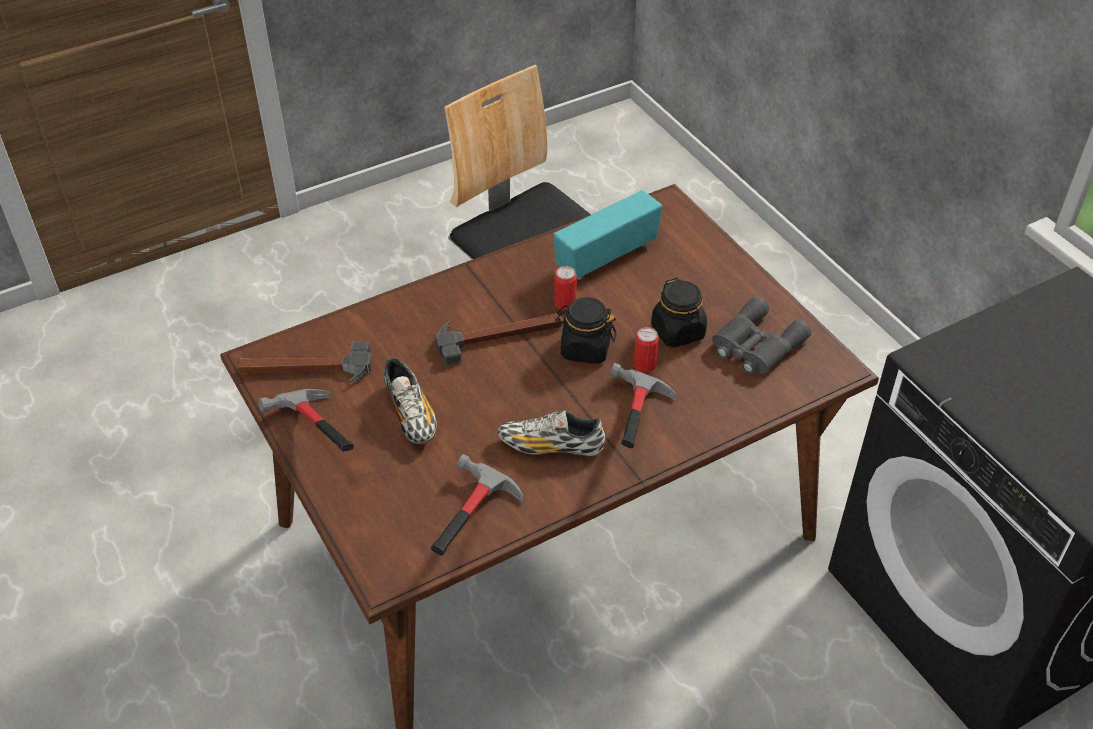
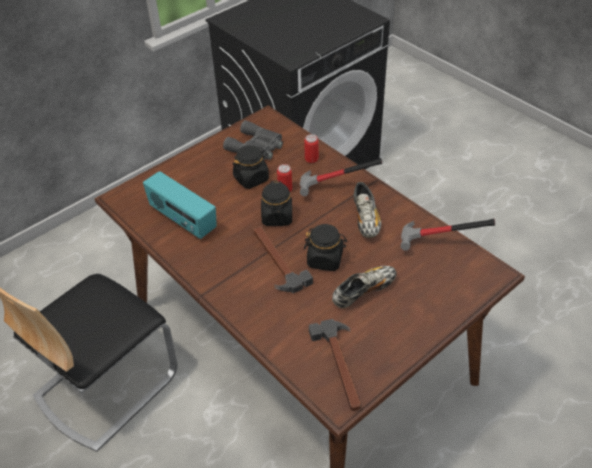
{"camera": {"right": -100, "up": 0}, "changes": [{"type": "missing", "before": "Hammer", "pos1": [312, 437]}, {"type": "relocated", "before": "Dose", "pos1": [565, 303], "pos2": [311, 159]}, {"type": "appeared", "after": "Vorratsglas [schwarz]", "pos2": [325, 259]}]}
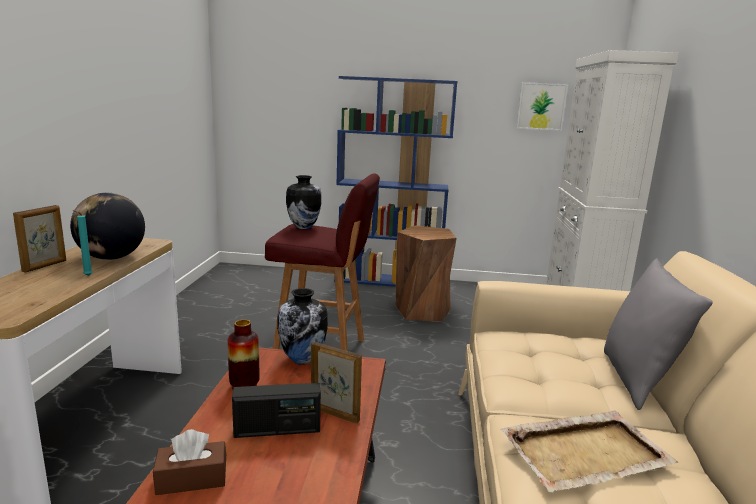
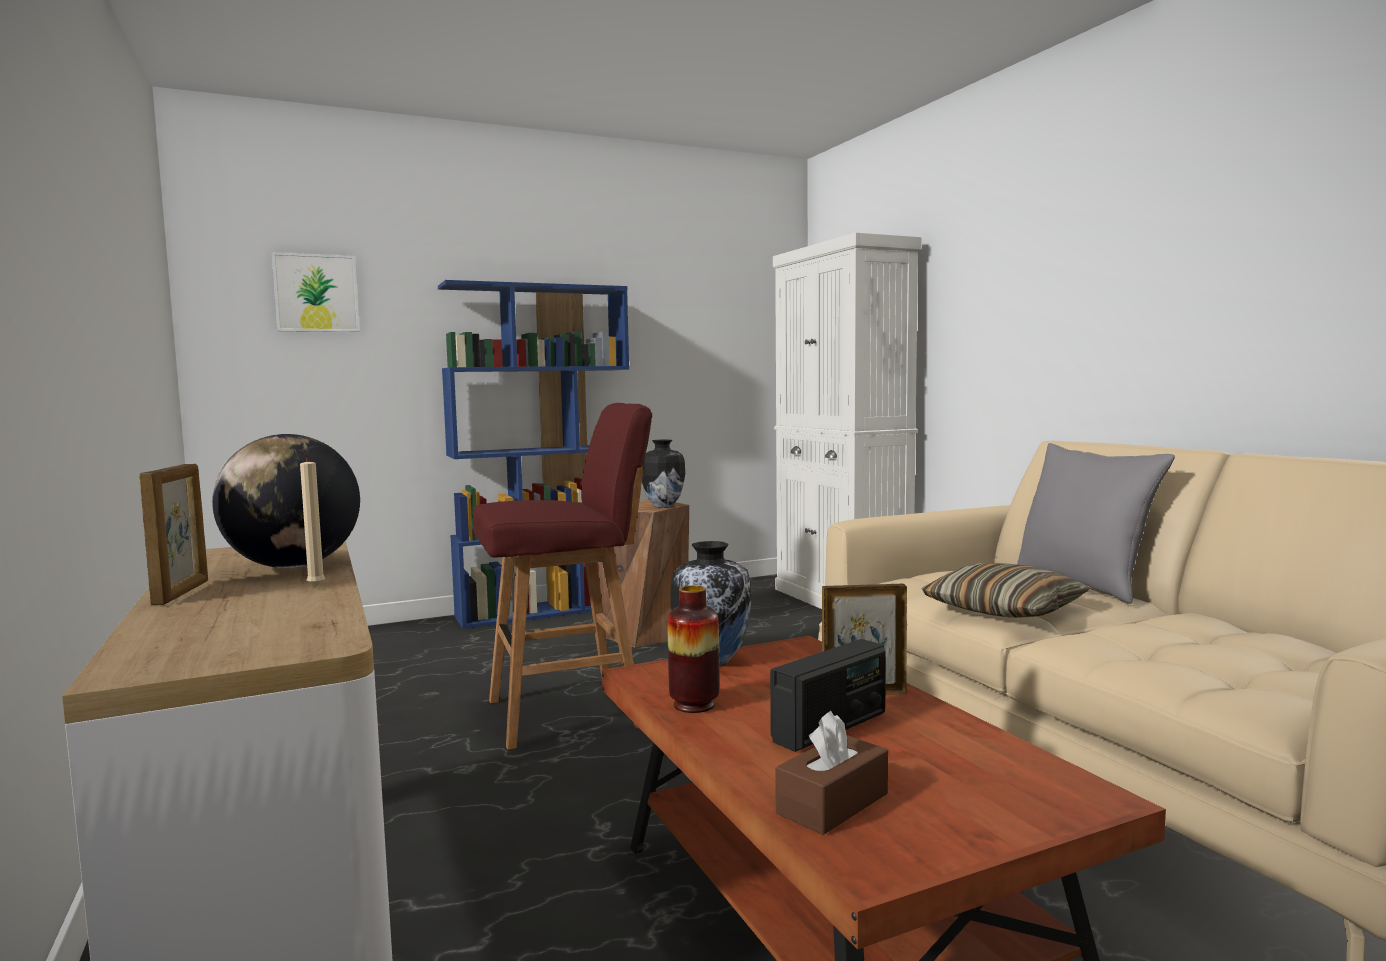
{"camera": {"right": -30, "up": -10}, "changes": [{"type": "colour", "before": "Kerze [türkis]", "after": "Kerze [beige]", "pos1": [86, 276], "pos2": [314, 587]}, {"type": "relocated", "before": "Vase", "pos1": [303, 227], "pos2": [663, 506]}, {"type": "missing", "before": "Tablett [beige]", "pos1": [586, 452]}, {"type": "relocated", "before": "Bild", "pos1": [541, 106], "pos2": [316, 293]}, {"type": "appeared", "after": "Kissen", "pos2": [1004, 610]}]}
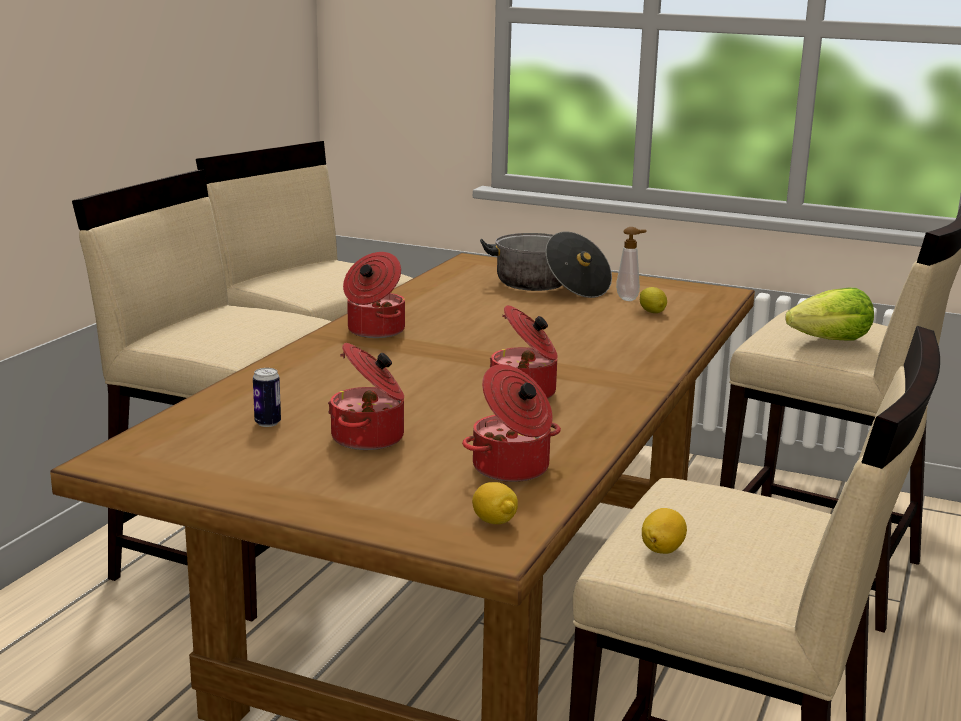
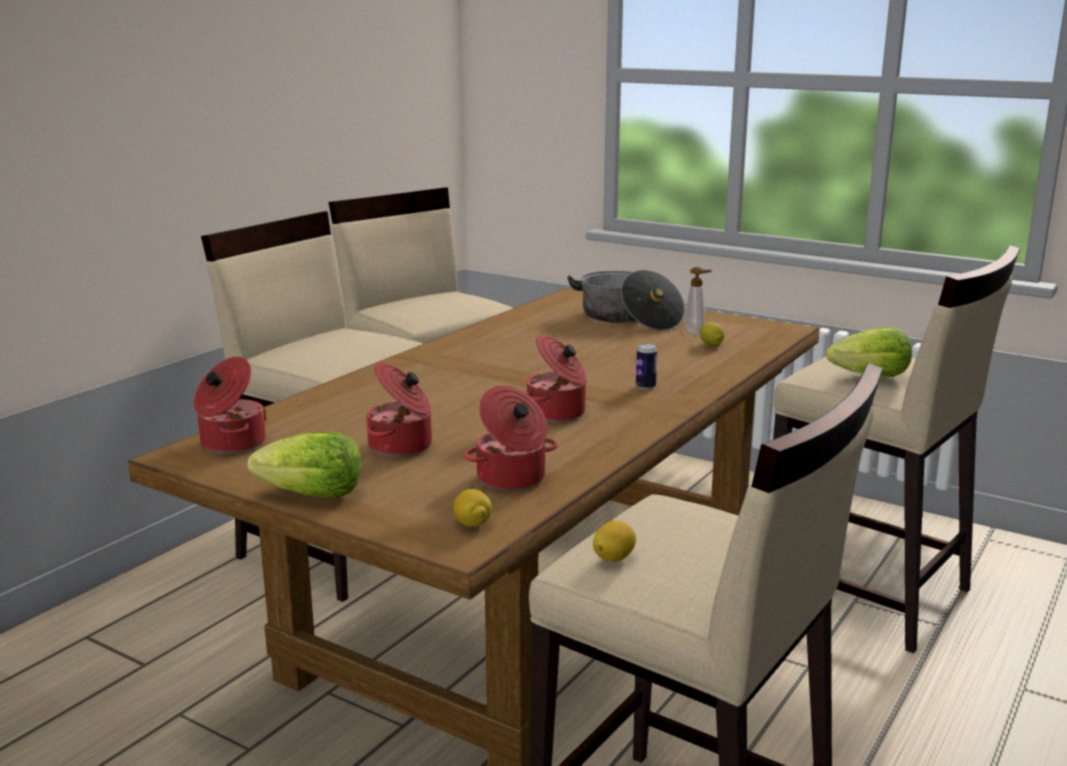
{"camera": {"right": 10, "up": 0}, "changes": [{"type": "relocated", "before": "Dose", "pos1": [267, 423], "pos2": [645, 387]}, {"type": "relocated", "before": "Kochtopf", "pos1": [374, 331], "pos2": [231, 443]}, {"type": "appeared", "after": "Salatkopf", "pos2": [313, 496]}]}
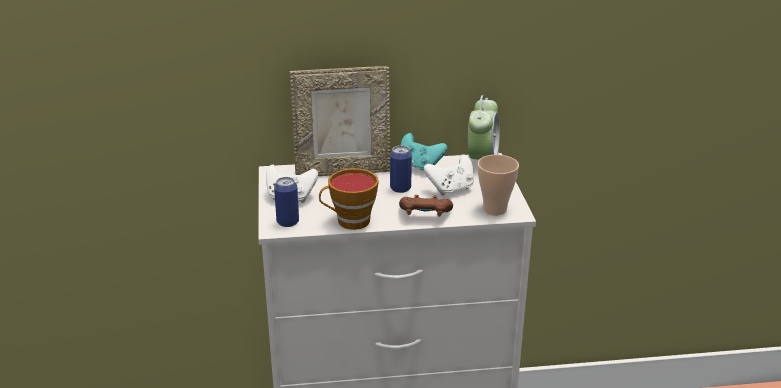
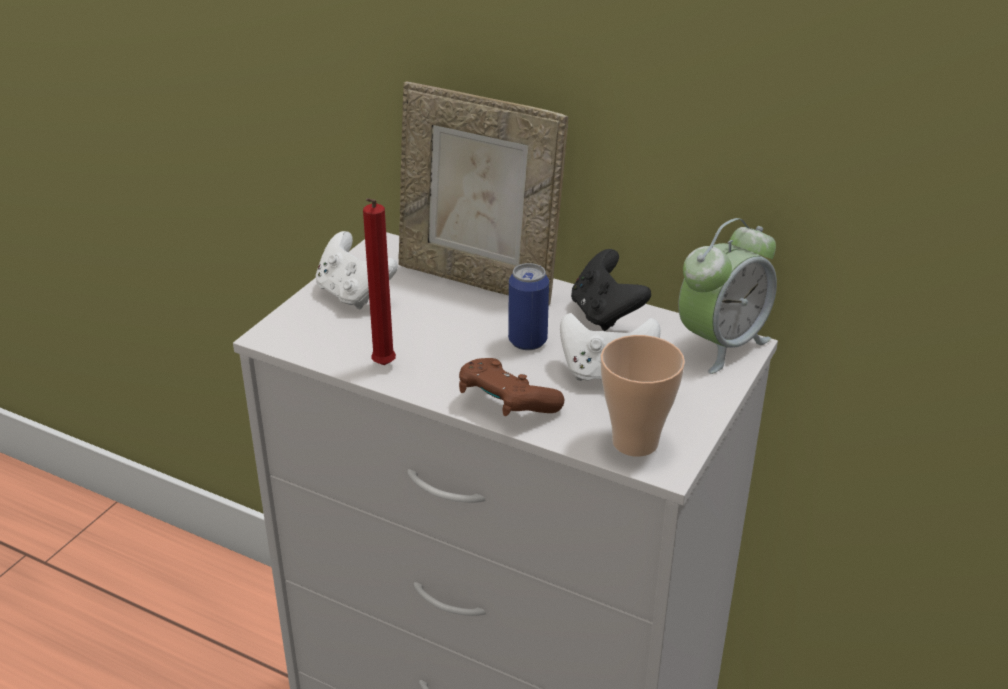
{"camera": {"right": 35, "up": 5}, "changes": [{"type": "missing", "before": "Dose", "pos1": [287, 222]}, {"type": "exchanged", "before": "Tasse", "after": "Kerze [rot]", "pos1": [349, 222], "pos2": [382, 367]}, {"type": "colour", "before": "Gamepad [türkis]", "after": "Gamepad [schwarz]", "pos1": [419, 166], "pos2": [605, 314]}]}
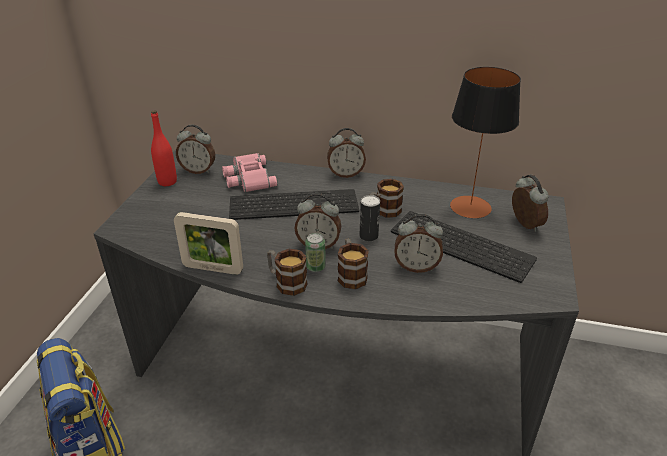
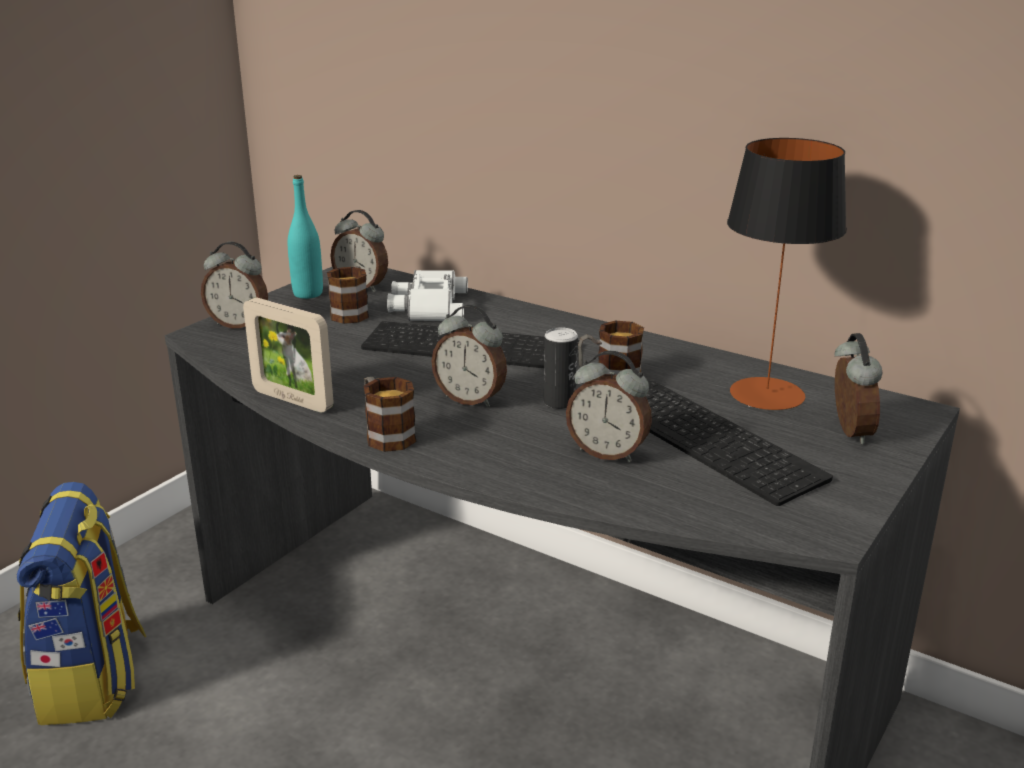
{"camera": {"right": 20, "up": -10}, "changes": [{"type": "colour", "before": "Flasche [rot]", "after": "Flasche [türkis]", "pos1": [167, 182], "pos2": [308, 294]}, {"type": "colour", "before": "Fernglas [rosa]", "after": "Fernglas [weiß]", "pos1": [248, 178], "pos2": [427, 306]}, {"type": "missing", "before": "Dose", "pos1": [315, 267]}, {"type": "relocated", "before": "Wecker", "pos1": [346, 174], "pos2": [239, 324]}, {"type": "relocated", "before": "Henkelbecher", "pos1": [351, 274], "pos2": [352, 312]}]}
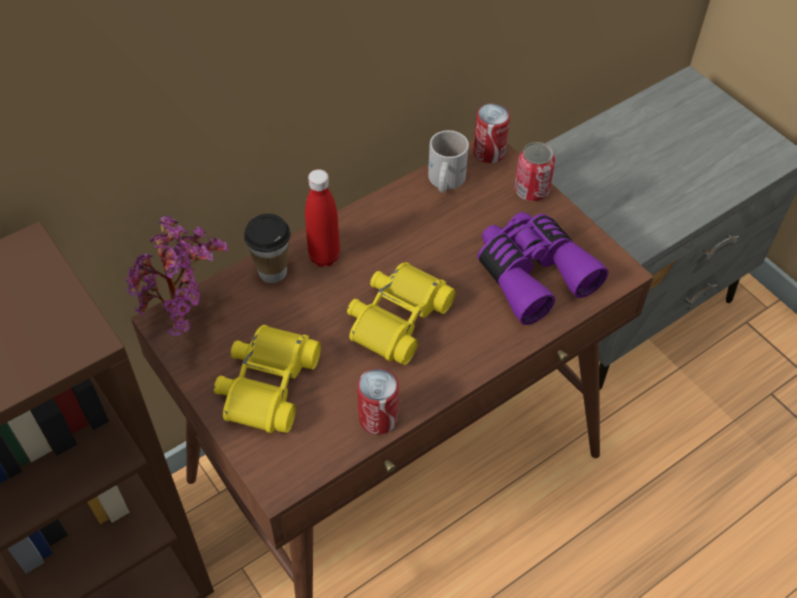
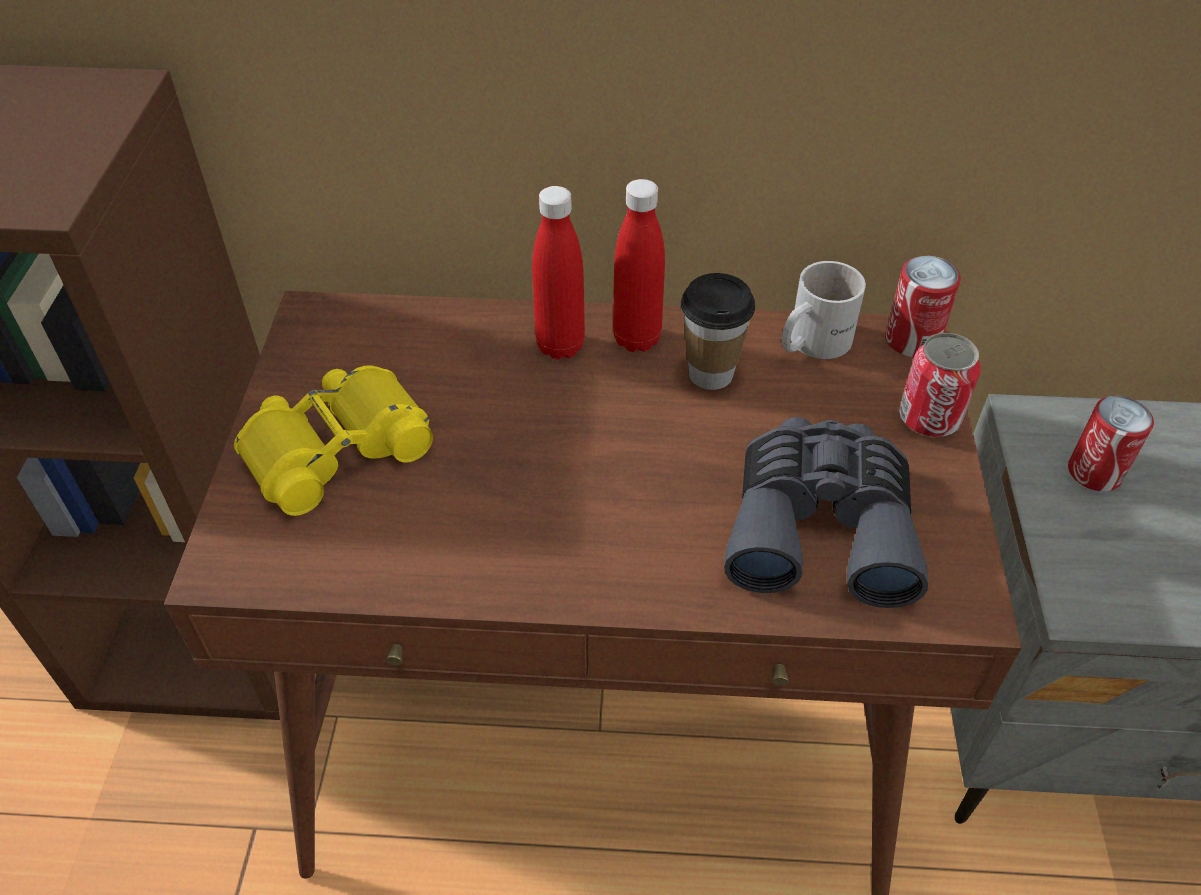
{"camera": {"right": 40, "up": -5}, "changes": [{"type": "missing", "before": "Topfpflanze", "pos1": [185, 317]}, {"type": "relocated", "before": "Tasse", "pos1": [272, 272], "pos2": [710, 374]}, {"type": "missing", "before": "Fernglas [gelb]", "pos1": [396, 318]}, {"type": "relocated", "before": "Dose", "pos1": [378, 418], "pos2": [1094, 472]}, {"type": "colour", "before": "Fernglas [lila]", "after": "Fernglas [grau]", "pos1": [532, 273], "pos2": [820, 525]}, {"type": "appeared", "after": "Flasche [rot]", "pos2": [637, 339]}]}
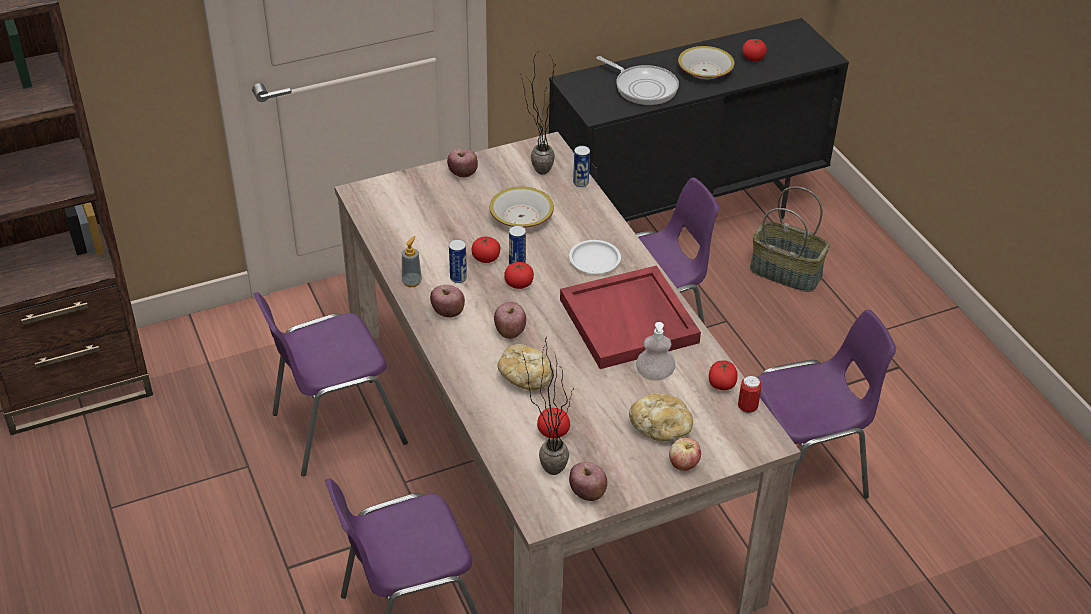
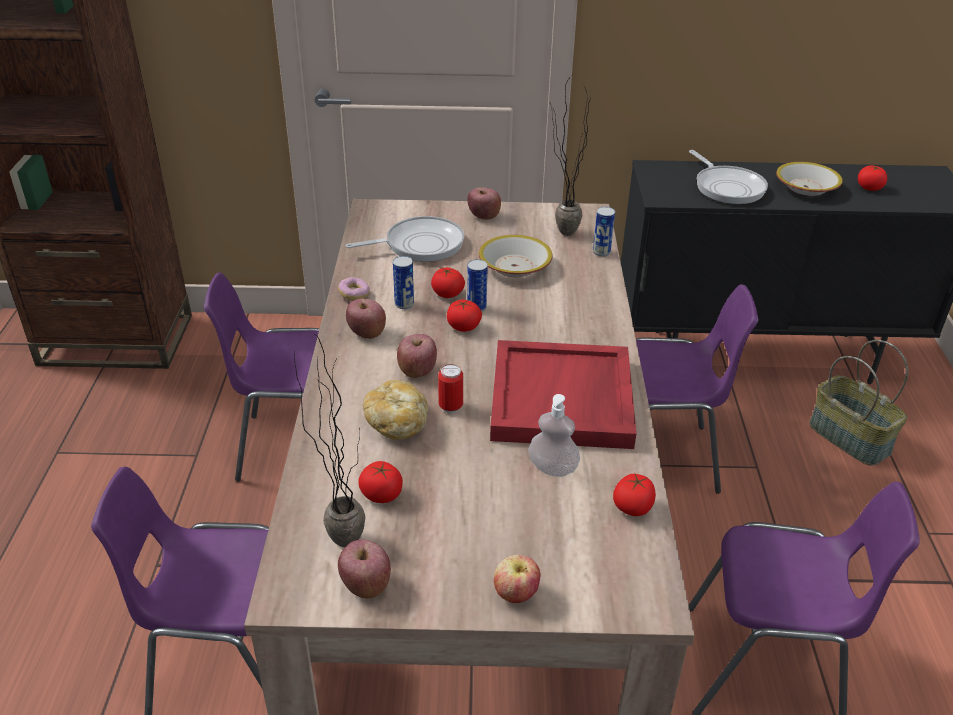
{"camera": {"right": 25, "up": -5}, "changes": [{"type": "exchanged", "before": "Seifenspender", "after": "Donut", "pos1": [412, 282], "pos2": [354, 295]}, {"type": "missing", "before": "Teller [weiß]", "pos1": [594, 260]}, {"type": "missing", "before": "Brot", "pos1": [660, 427]}, {"type": "relocated", "before": "Dose", "pos1": [747, 408], "pos2": [450, 407]}, {"type": "appeared", "after": "Pfanne", "pos2": [419, 245]}]}
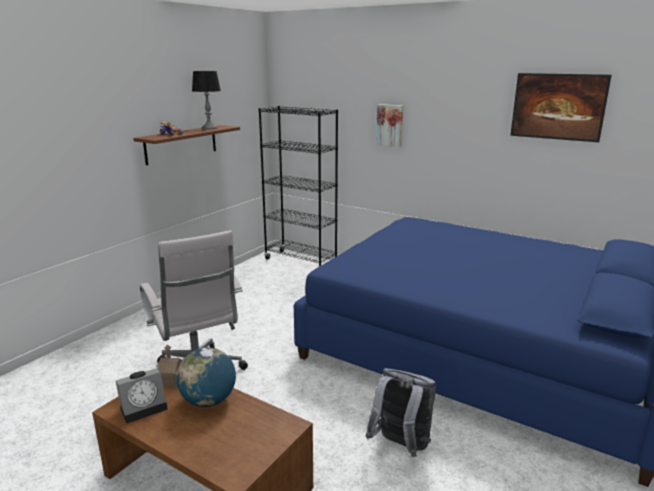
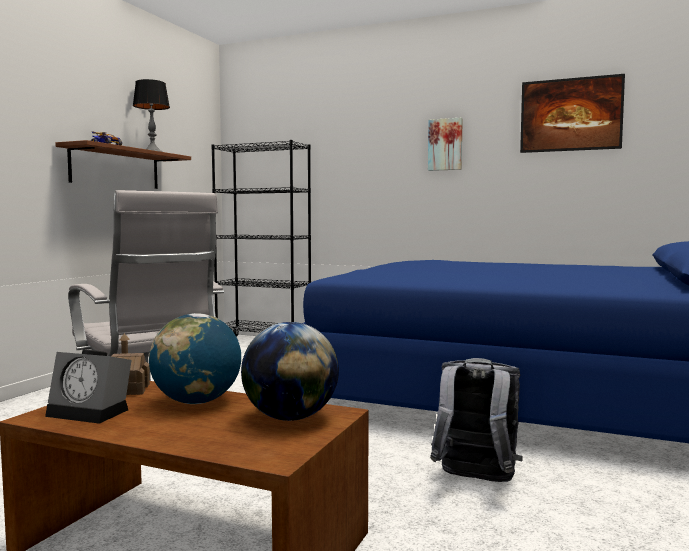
{"camera": {"right": -10, "up": -15}, "changes": [{"type": "spun", "before": "Wecker", "pos1": [145, 407], "pos2": [92, 412], "turn": 60}, {"type": "relocated", "before": "Bild", "pos1": [390, 125], "pos2": [445, 144]}, {"type": "appeared", "after": "Globus", "pos2": [290, 418]}]}
